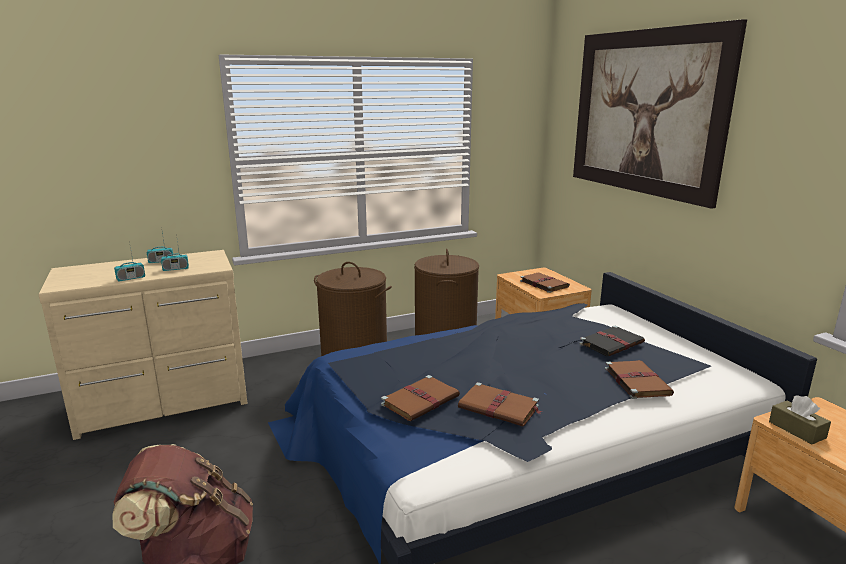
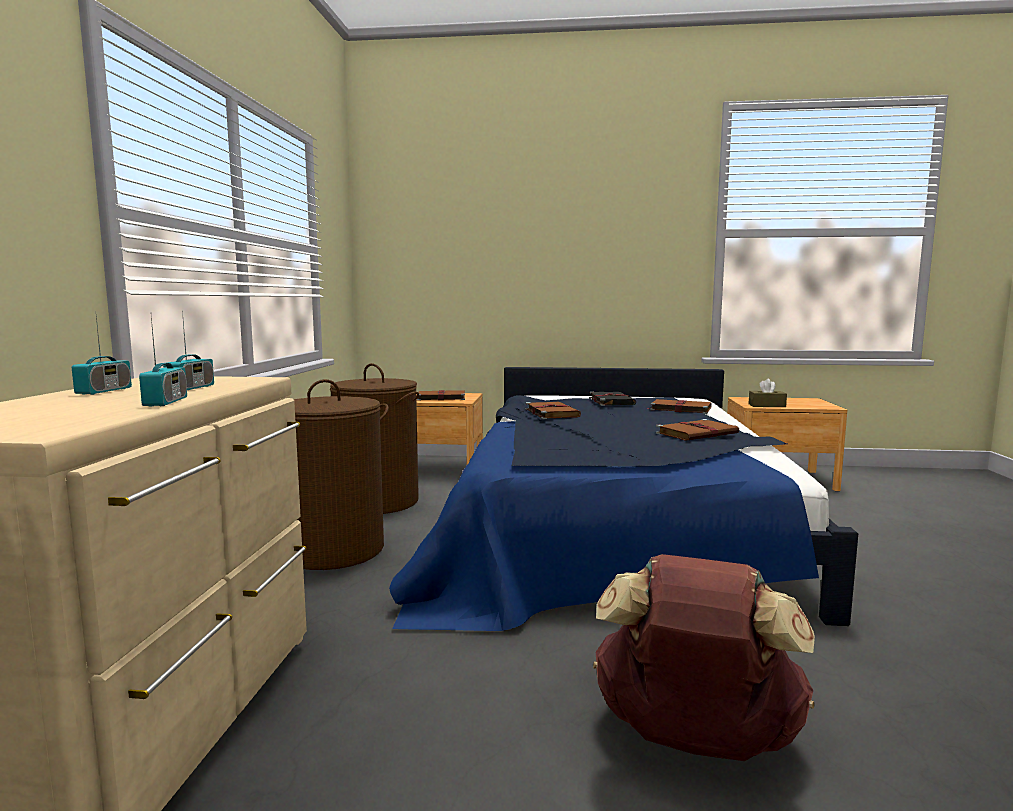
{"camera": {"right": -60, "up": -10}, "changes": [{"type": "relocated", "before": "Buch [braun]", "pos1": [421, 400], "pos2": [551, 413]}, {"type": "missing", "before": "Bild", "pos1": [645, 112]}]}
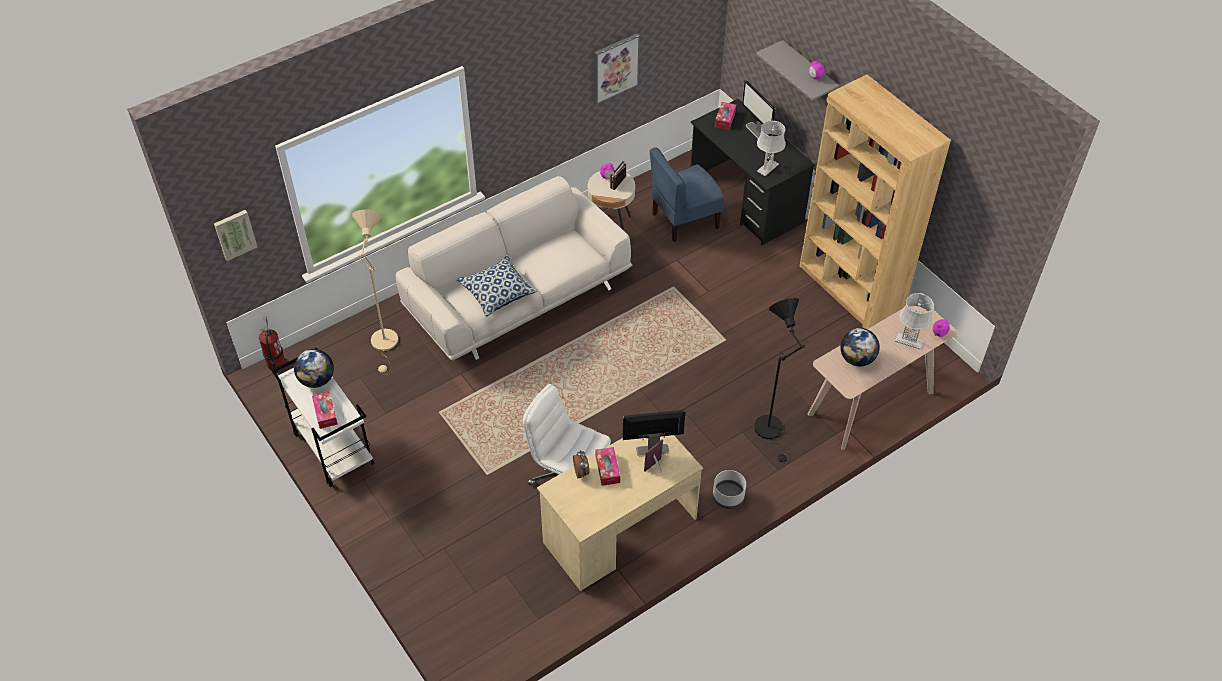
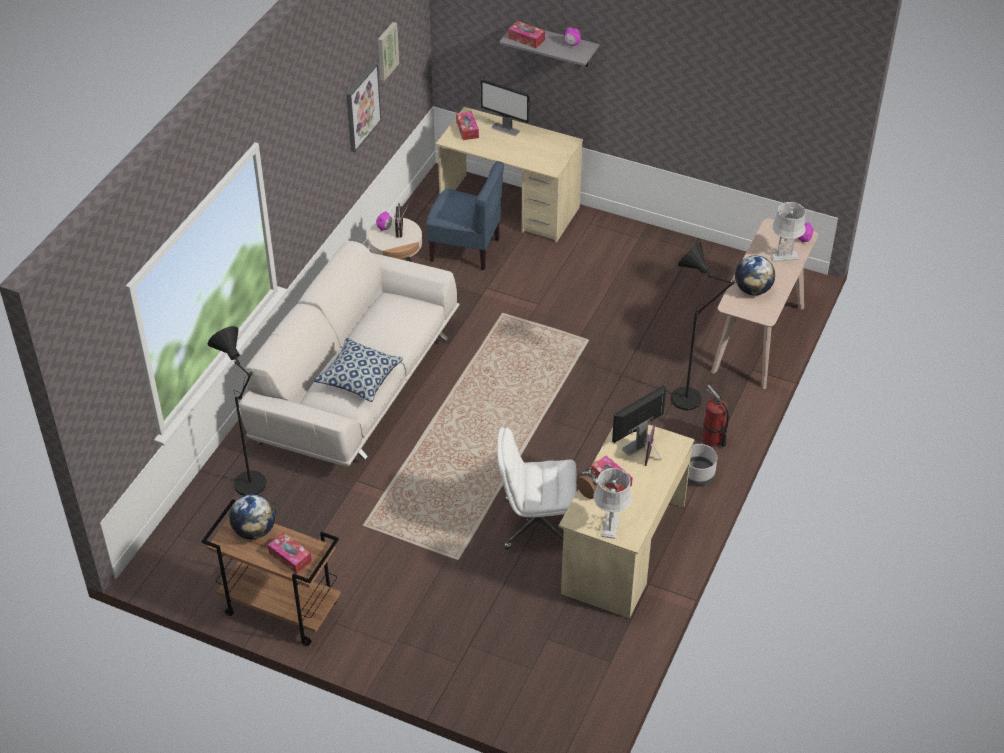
{"camera": {"right": -30, "up": -5}, "changes": [{"type": "relocated", "before": "Bild", "pos1": [235, 234], "pos2": [386, 51]}, {"type": "relocated", "before": "Feuerlöscher", "pos1": [276, 364], "pos2": [712, 439]}, {"type": "colour", "before": "Rollwagen [weiß]", "after": "Rollwagen [braun]", "pos1": [332, 448], "pos2": [279, 609]}, {"type": "colour", "before": "Stehlampe [beige]", "after": "Stehlampe [schwarz]", "pos1": [385, 344], "pos2": [254, 487]}, {"type": "spun", "before": "Stuhl [blau]", "pos1": [684, 220], "pos2": [465, 249], "turn": -105}, {"type": "colour", "before": "Schreibtisch [schwarz]", "after": "Schreibtisch [beige]", "pos1": [745, 200], "pos2": [509, 208]}, {"type": "relocated", "before": "Tischlampe [grau]", "pos1": [767, 167], "pos2": [610, 525]}, {"type": "missing", "before": "Bücherregal [braun]", "pos1": [850, 289]}, {"type": "appeared", "after": "Taschentuchbox", "pos2": [526, 39]}]}
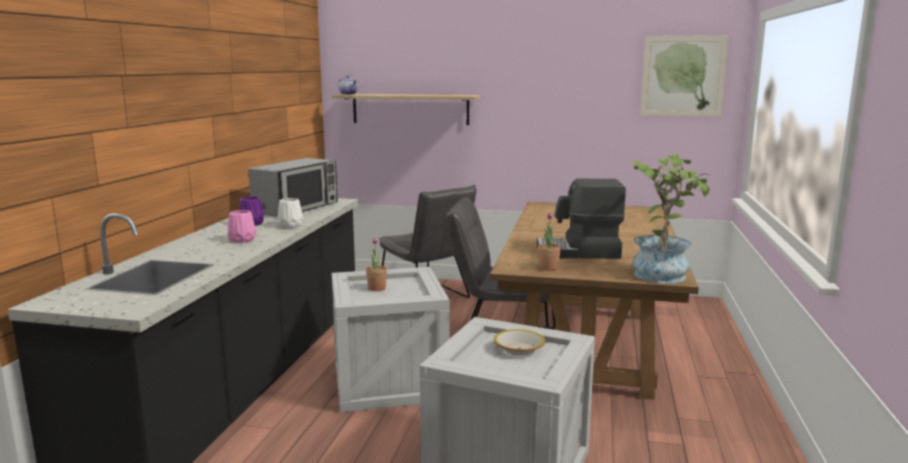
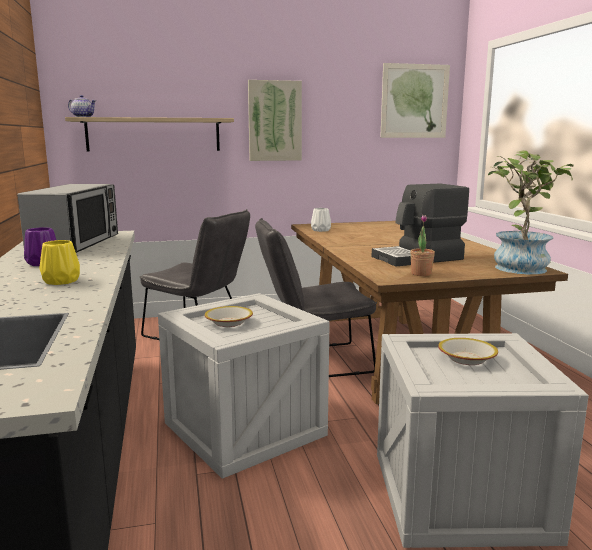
{"camera": {"right": -25, "up": 0}, "changes": [{"type": "colour", "before": "Vase [rosa]", "after": "Vase [gelb]", "pos1": [241, 240], "pos2": [60, 281]}, {"type": "relocated", "before": "Vase [weiß]", "pos1": [291, 226], "pos2": [321, 230]}, {"type": "exchanged", "before": "Topfpflanze", "after": "Schüssel", "pos1": [377, 288], "pos2": [228, 323]}, {"type": "appeared", "after": "Bild", "pos2": [274, 121]}]}
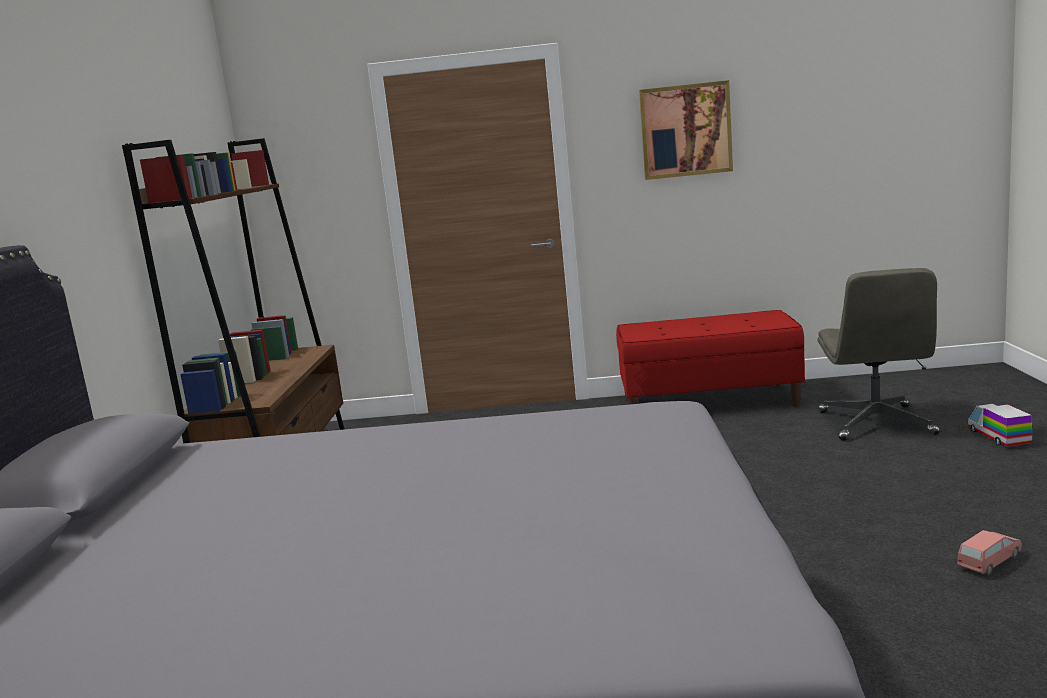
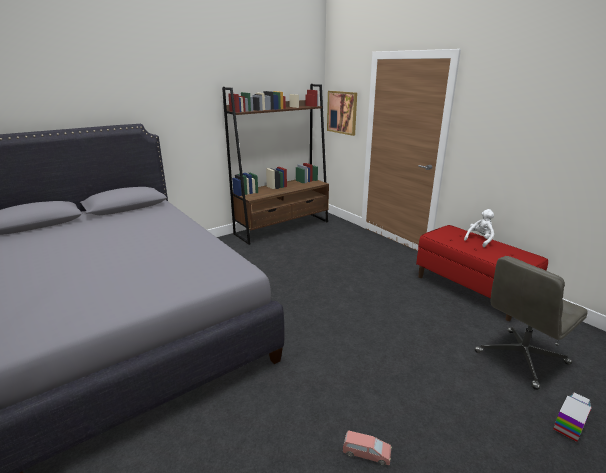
{"camera": {"right": 50, "up": 10}, "changes": [{"type": "relocated", "before": "Bild", "pos1": [685, 130], "pos2": [342, 112]}, {"type": "appeared", "after": "Plüschtier [weiß]", "pos2": [479, 240]}]}
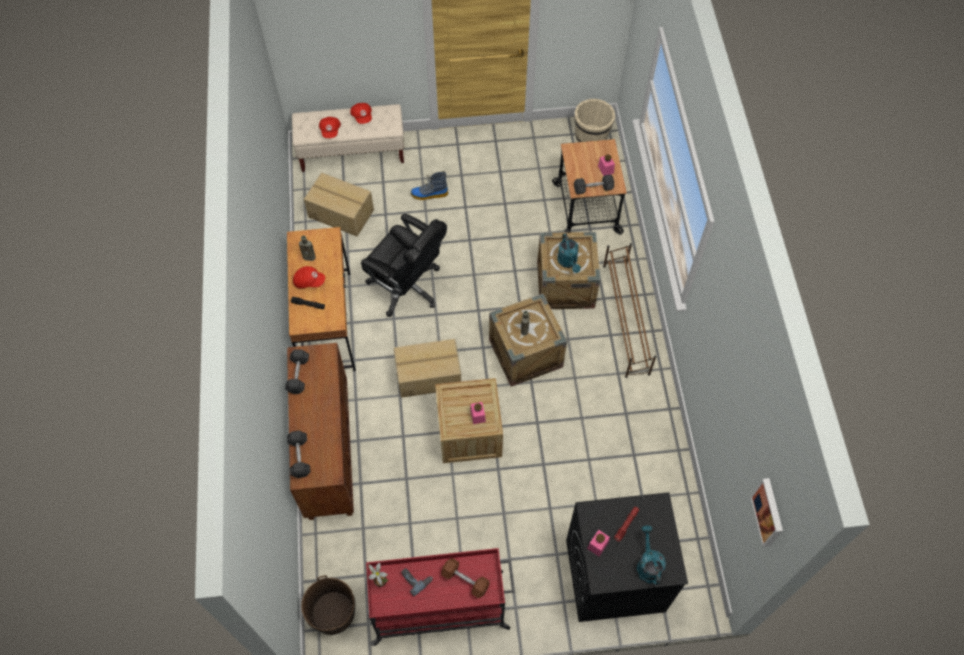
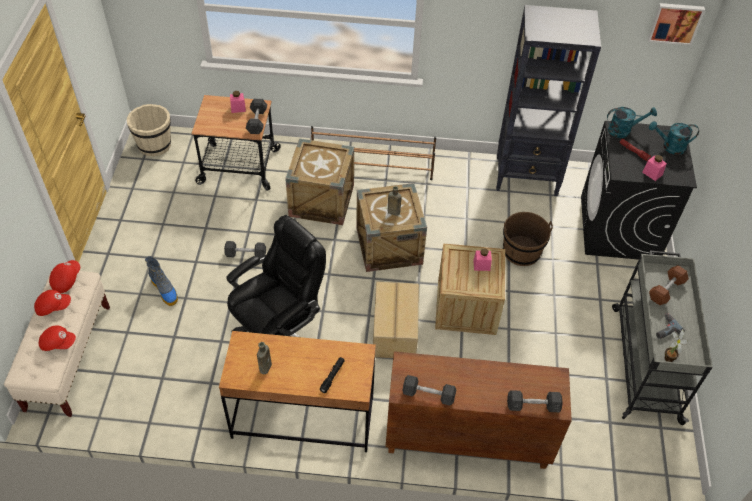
{"camera": {"right": -80, "up": -10}, "changes": [{"type": "relocated", "before": "Kappe [rot]", "pos1": [309, 281], "pos2": [66, 279]}, {"type": "relocated", "before": "Eimer [braun]", "pos1": [333, 613], "pos2": [521, 251]}, {"type": "missing", "before": "Karton", "pos1": [341, 213]}, {"type": "colour", "before": "Rollwagen [rot]", "after": "Rollwagen [grau]", "pos1": [441, 607], "pos2": [645, 362]}, {"type": "spun", "before": "Stiefel", "pos1": [429, 194], "pos2": [165, 291], "turn": -45}, {"type": "relocated", "before": "Gießkanne [türkis]", "pos1": [568, 262], "pos2": [623, 130]}, {"type": "appeared", "after": "Hantel [grau]", "pos2": [246, 254]}, {"type": "appeared", "after": "Bücherregal [schwarz]", "pos2": [527, 176]}]}
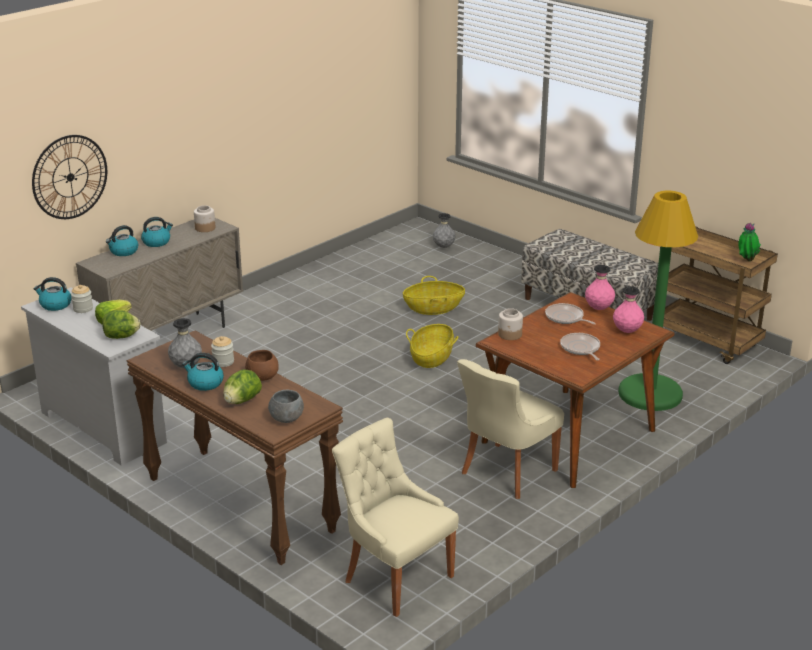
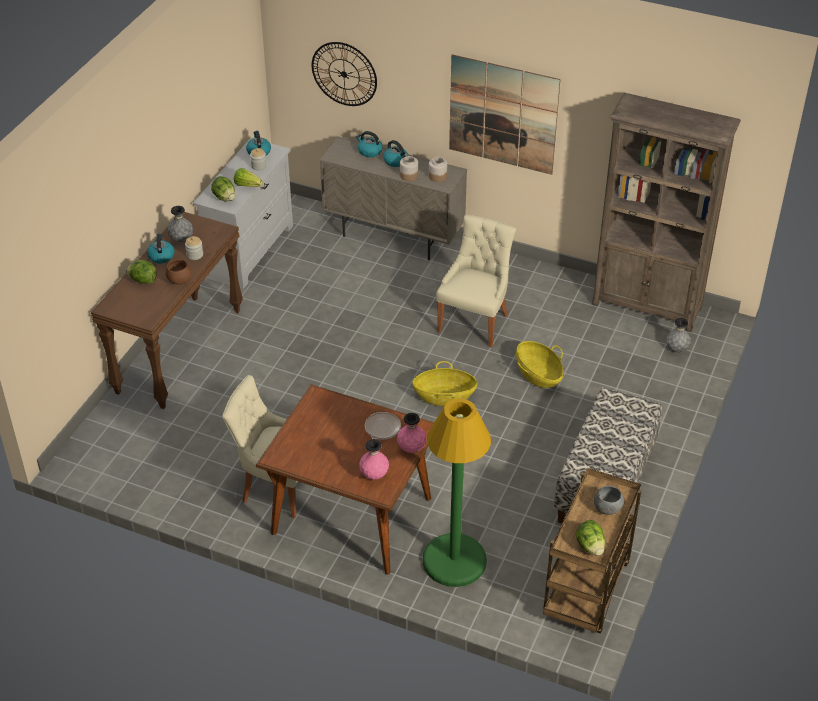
{"camera": {"right": 70, "up": 15}, "changes": [{"type": "relocated", "before": "Schüssel [grau]", "pos1": [286, 419], "pos2": [607, 508]}, {"type": "relocated", "before": "Stuhl [beige]", "pos1": [395, 577], "pos2": [475, 322]}, {"type": "relocated", "before": "Vorratsglas", "pos1": [510, 335], "pos2": [408, 176]}, {"type": "missing", "before": "Pfanne", "pos1": [580, 348]}, {"type": "exchanged", "before": "Topfpflanze", "after": "Salatkopf", "pos1": [746, 260], "pos2": [590, 546]}, {"type": "appeared", "after": "Bild", "pos2": [503, 114]}, {"type": "appeared", "after": "Bücherregal [braun]", "pos2": [647, 306]}]}
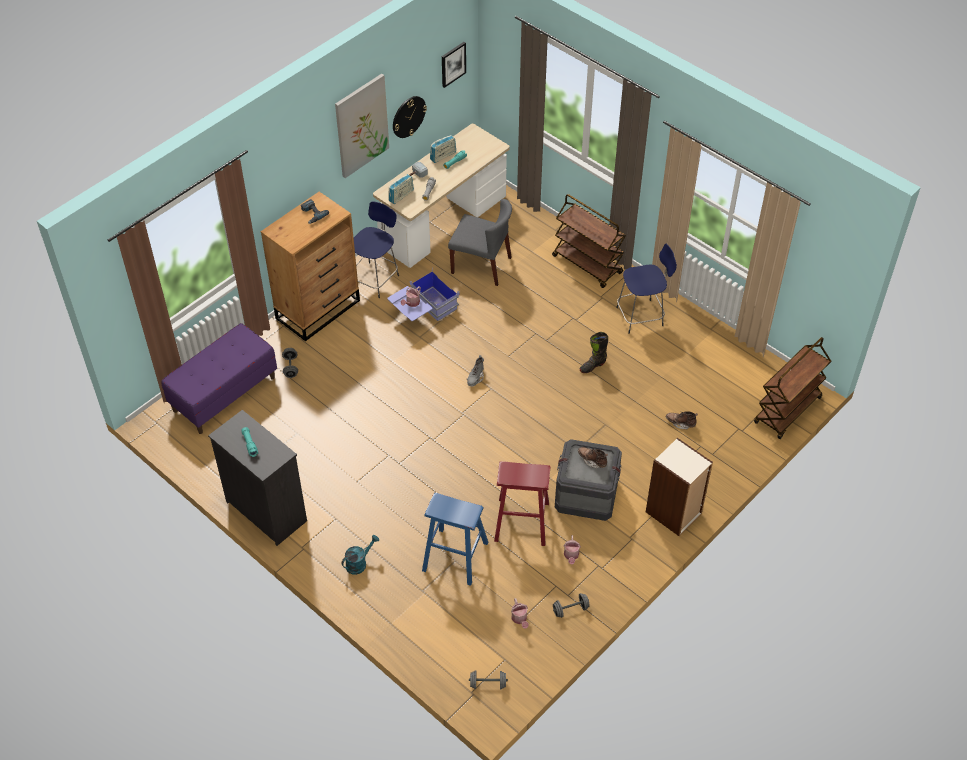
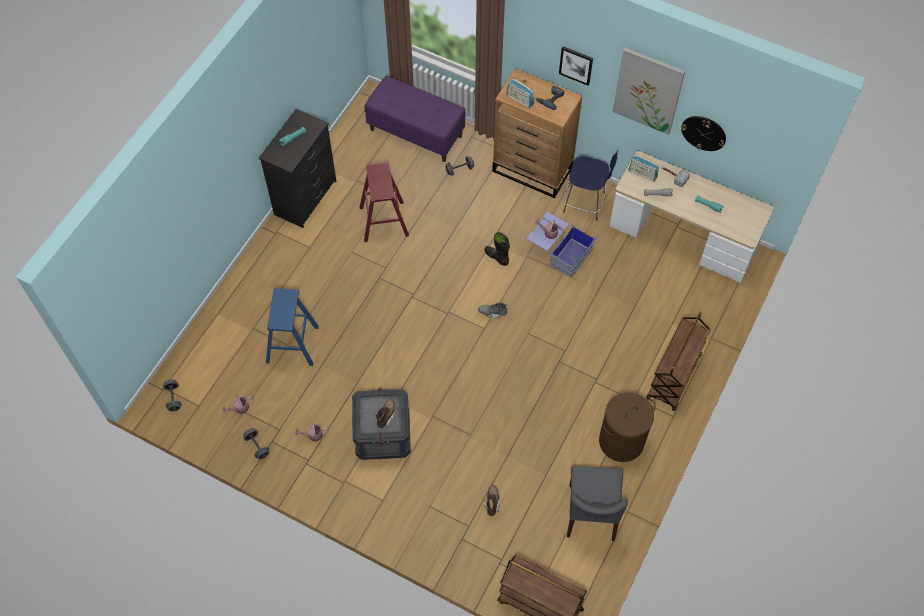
{"camera": {"right": 75, "up": 10}, "changes": [{"type": "missing", "before": "Gießkanne [türkis]", "pos1": [359, 563]}, {"type": "relocated", "before": "Radio", "pos1": [443, 156], "pos2": [520, 100]}, {"type": "relocated", "before": "Bild", "pos1": [453, 64], "pos2": [576, 65]}, {"type": "relocated", "before": "Stuhl [grau]", "pos1": [481, 265], "pos2": [591, 513]}, {"type": "relocated", "before": "Hocker [rot]", "pos1": [522, 521], "pos2": [384, 221]}, {"type": "relocated", "before": "Stiefel [schwarz]", "pos1": [592, 366], "pos2": [496, 257]}, {"type": "exchanged", "before": "Hocker [blau]", "after": "Wäschekorb [braun]", "pos1": [641, 316], "pos2": [621, 441]}, {"type": "missing", "before": "Bücherregal", "pos1": [674, 513]}]}
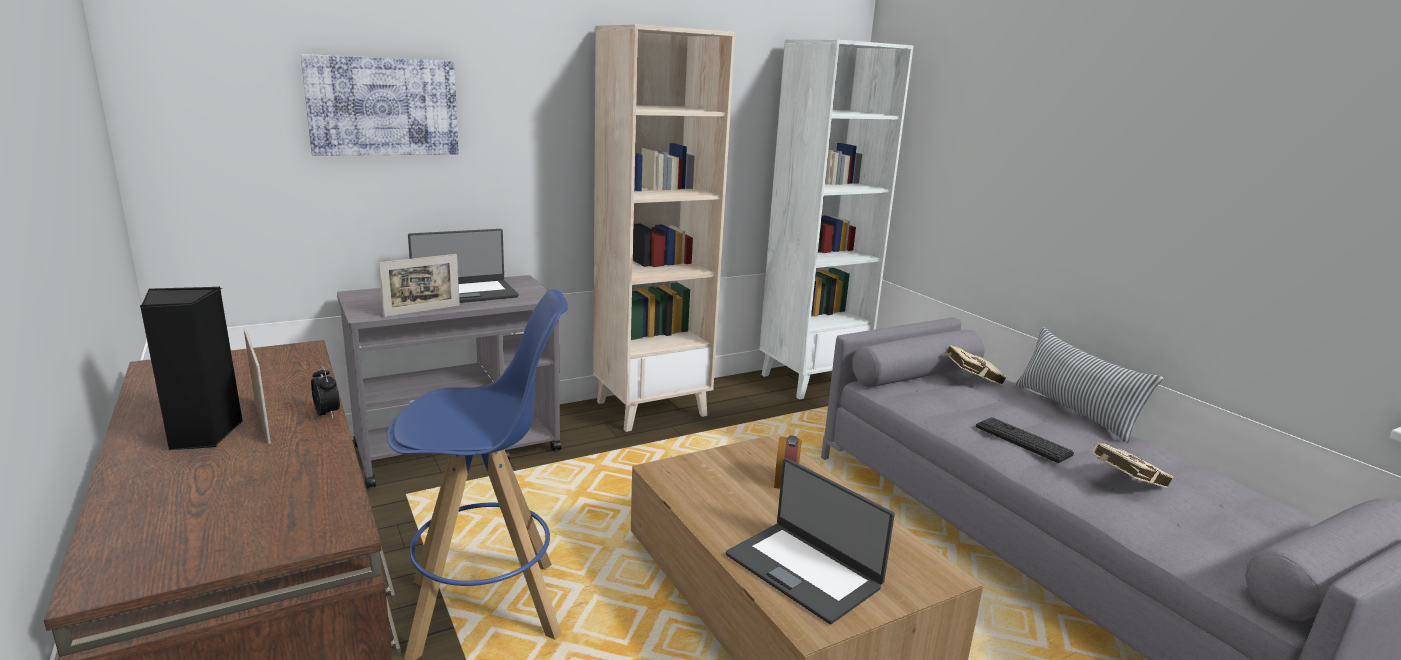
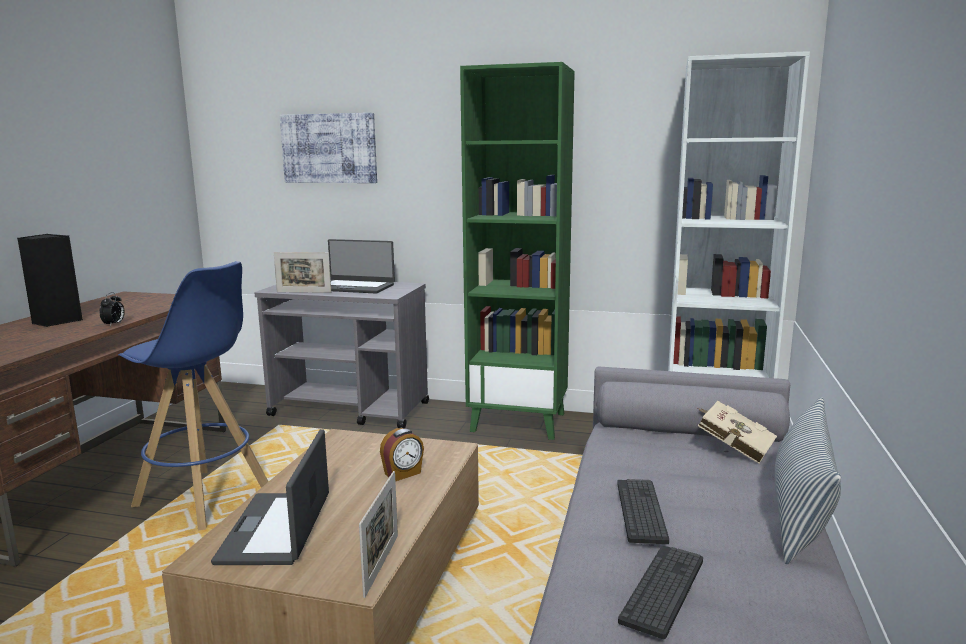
{"camera": {"right": 45, "up": -5}, "changes": [{"type": "relocated", "before": "Bilderrahmen", "pos1": [262, 421], "pos2": [381, 564]}, {"type": "colour", "before": "Bücherregal [beige]", "after": "Bücherregal [grün]", "pos1": [651, 408], "pos2": [519, 422]}, {"type": "exchanged", "before": "Buch [beige]", "after": "Tastatur", "pos1": [1124, 483], "pos2": [663, 590]}]}
